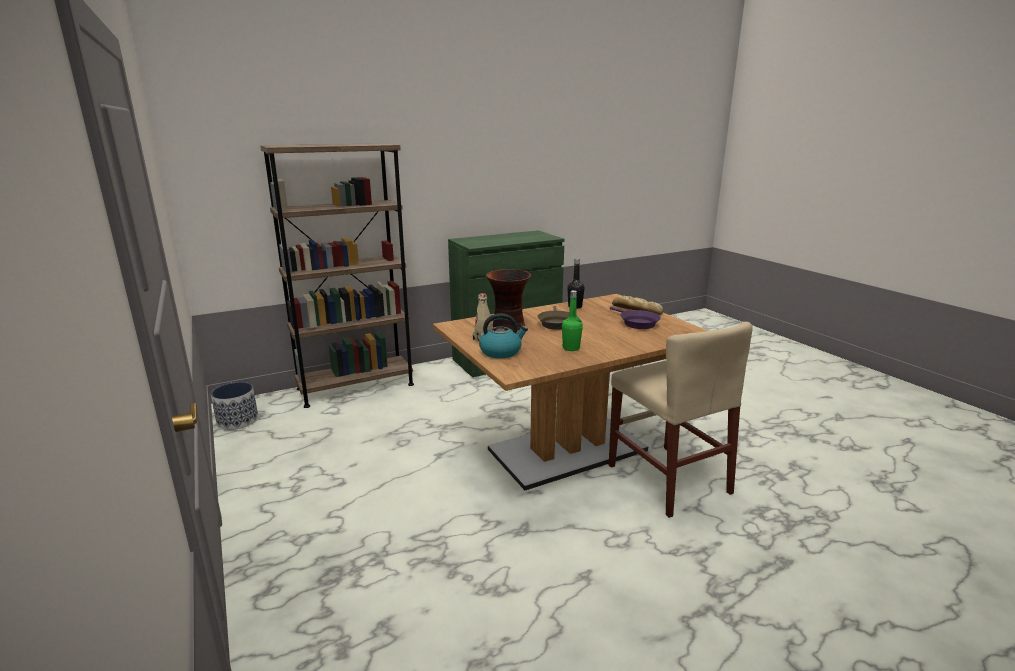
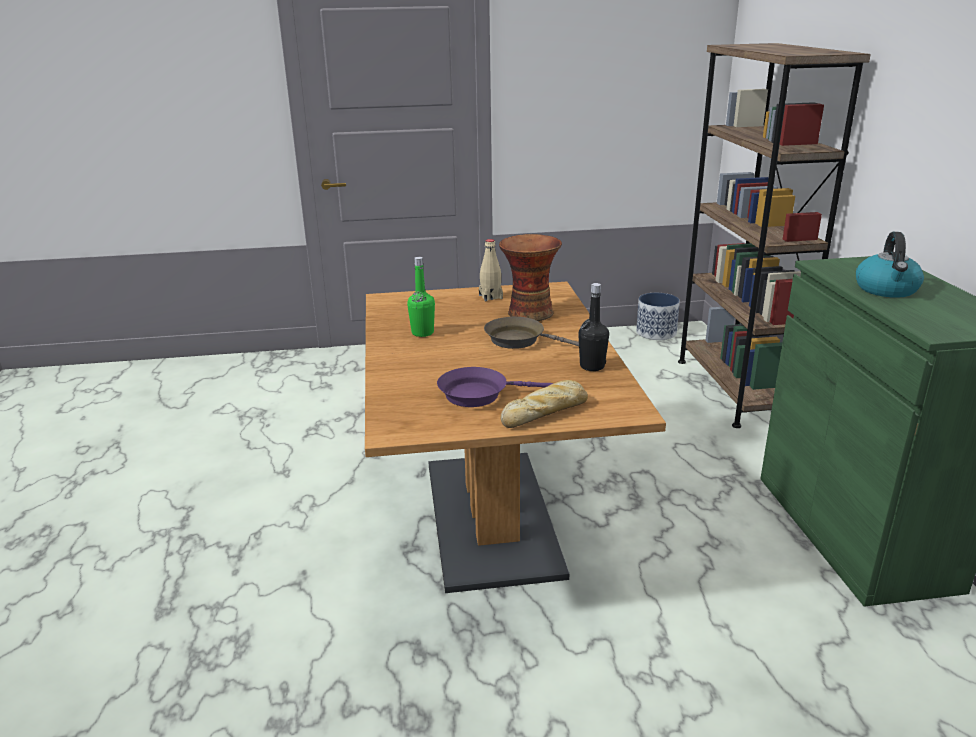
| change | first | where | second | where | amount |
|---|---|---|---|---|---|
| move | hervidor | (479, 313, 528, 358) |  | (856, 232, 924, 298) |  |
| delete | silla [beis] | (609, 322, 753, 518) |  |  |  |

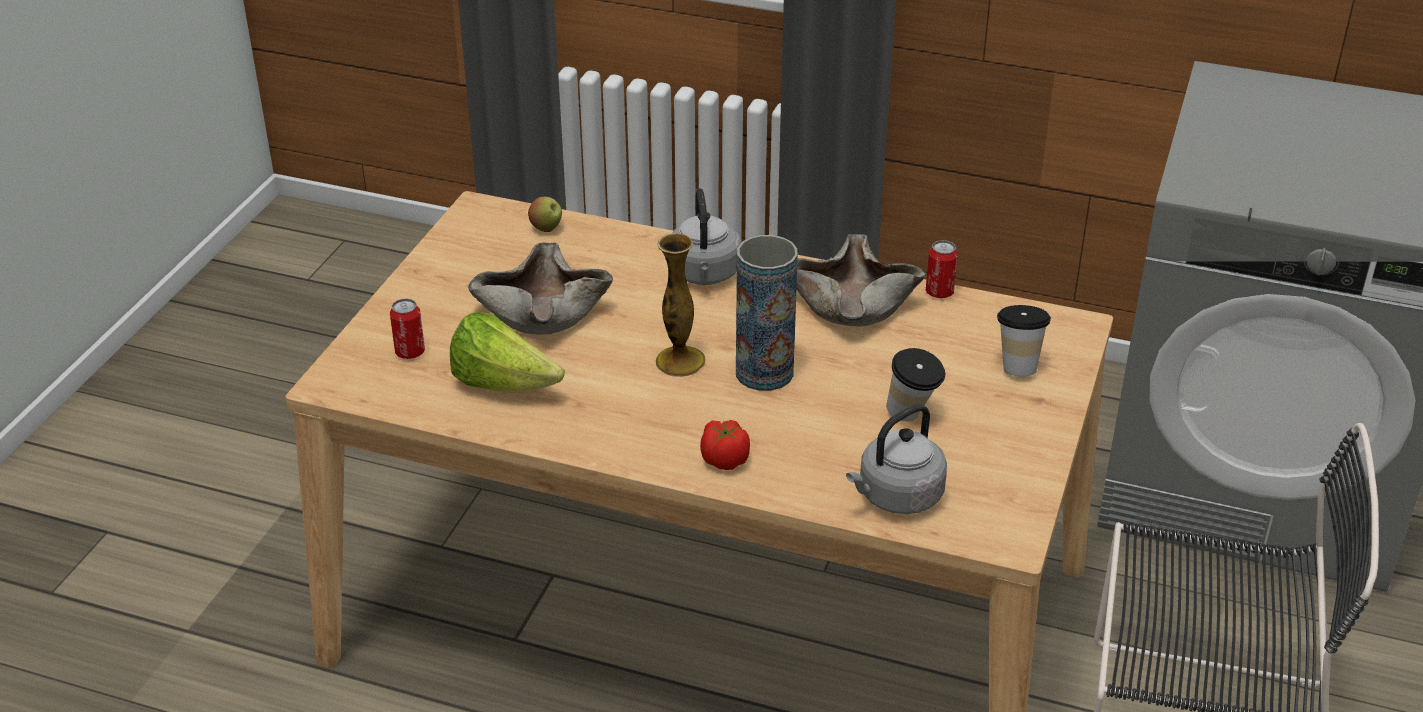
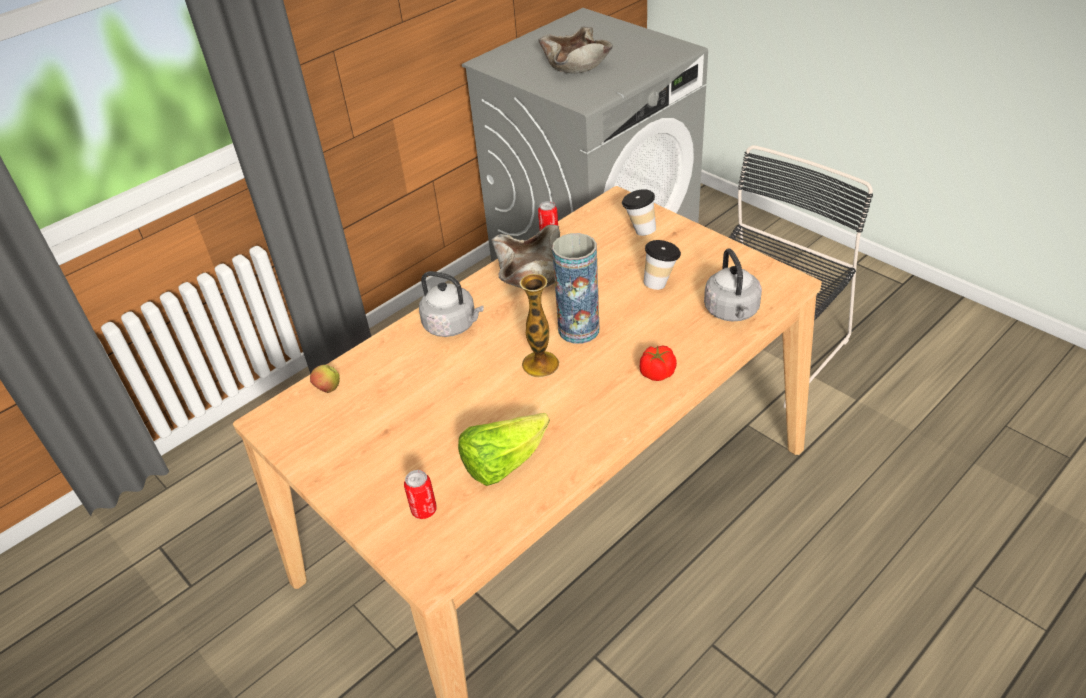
| change | first | where | second | where | amount |
|---|---|---|---|---|---|
| move | cuenco [beis] | (468, 242, 613, 335) |  | (538, 27, 613, 73) |  |

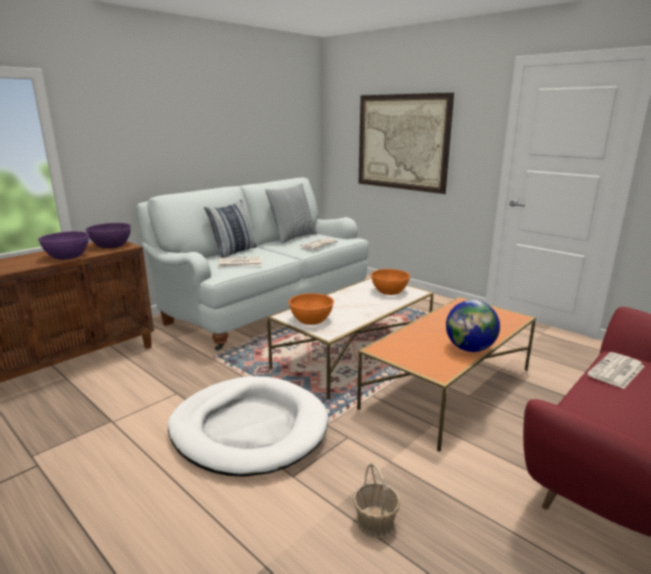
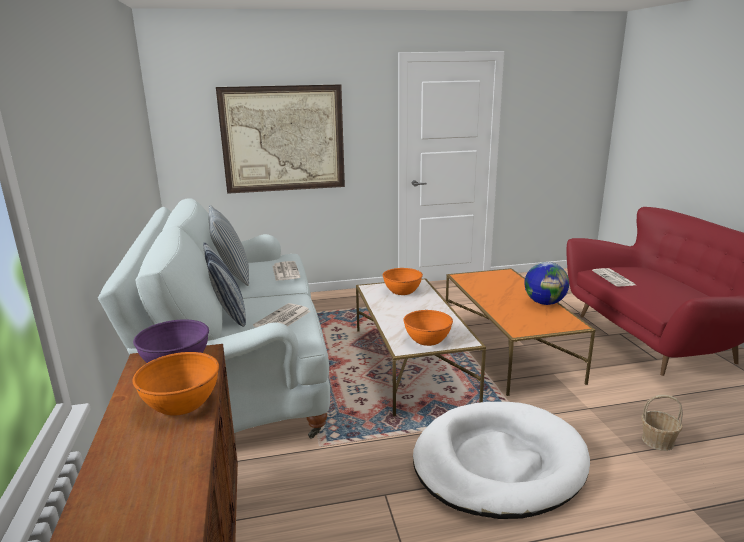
| change | first | where | second | where | amount |
|---|---|---|---|---|---|
| recolor | cuenco [morado] | (38, 231, 89, 260) | cuenco [naranja] | (132, 352, 219, 416) |  |

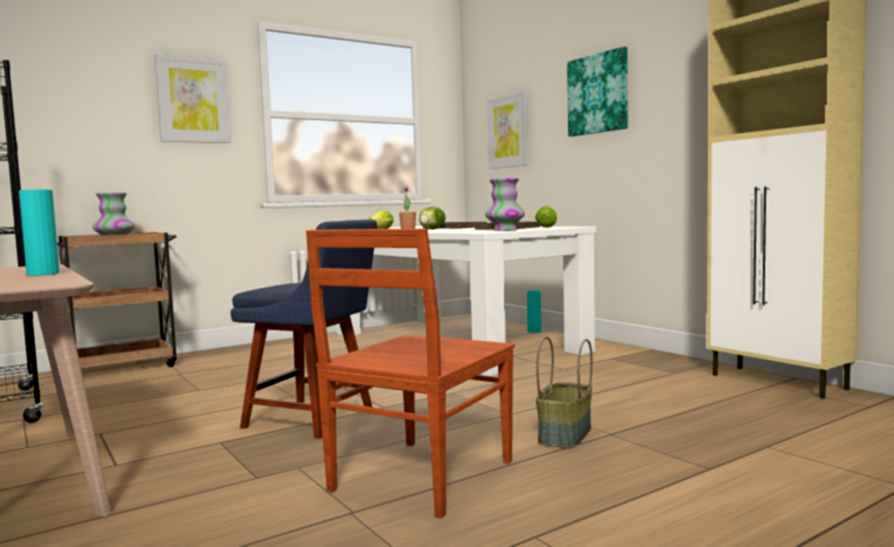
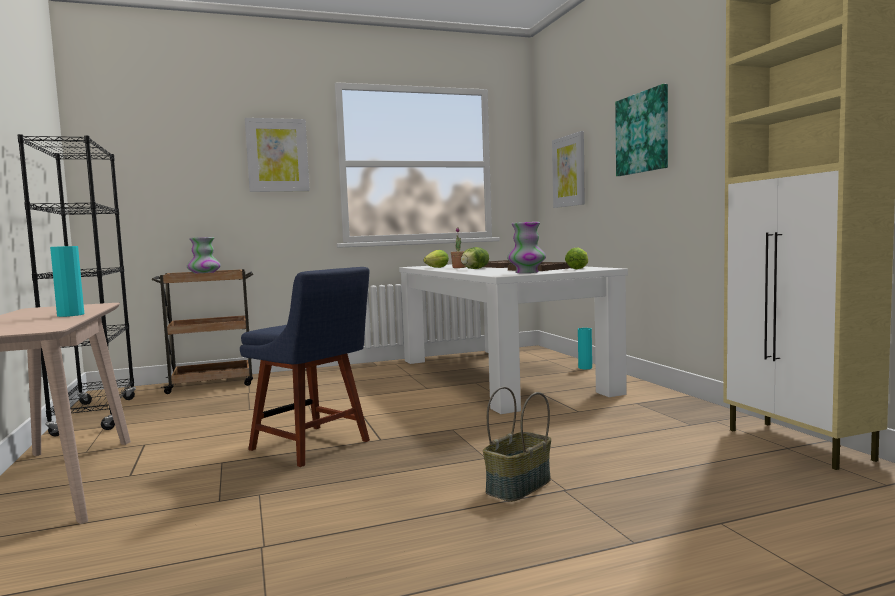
| change | first | where | second | where | amount |
|---|---|---|---|---|---|
| delete | silla [marrón] | (306, 228, 515, 518) |  |  |  |

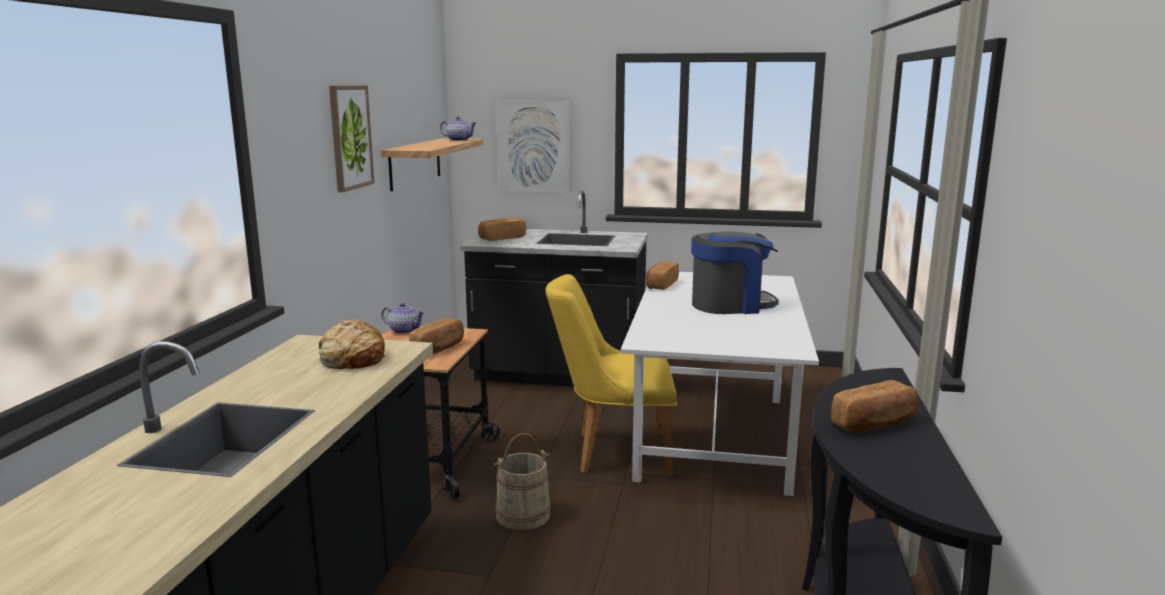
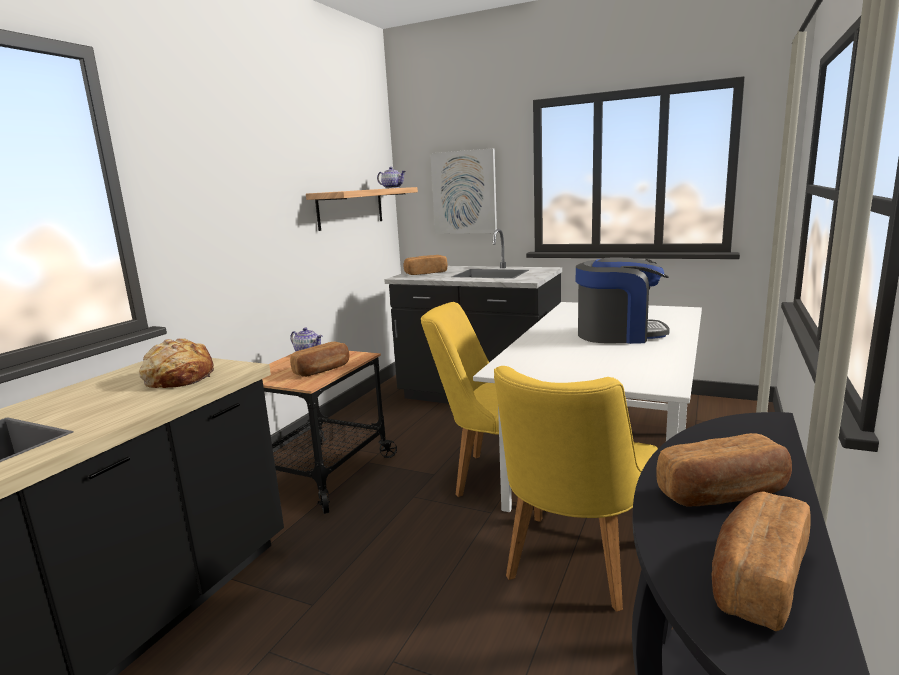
| change | first | where | second | where | amount |
|---|---|---|---|---|---|
| delete | cuadro | (329, 85, 375, 192) |  |  |  |
| delete | cubo [beis] | (494, 433, 551, 530) |  |  |  |
| move | pan | (646, 261, 679, 290) |  | (712, 491, 810, 631) |  |
| insert |  |  | silla [amarillo] | (494, 366, 658, 612) |  |

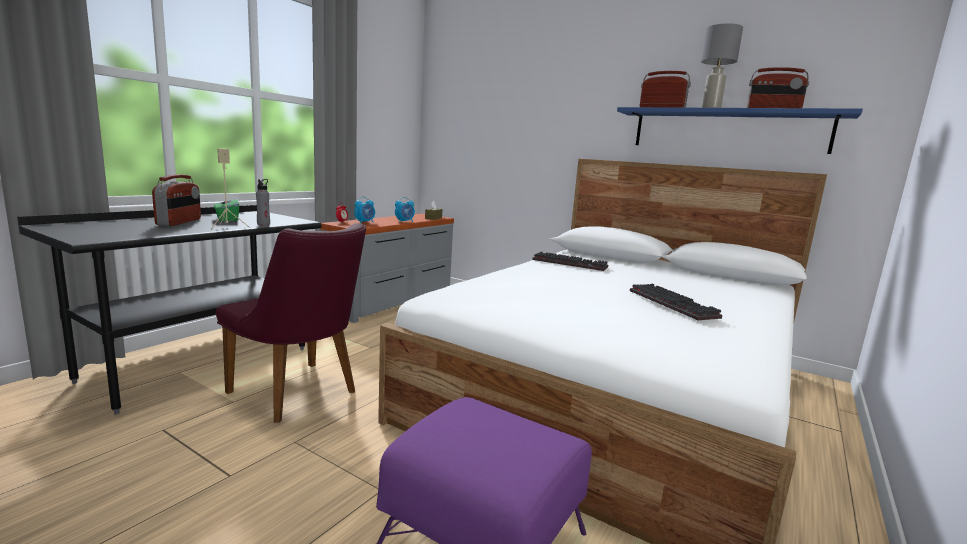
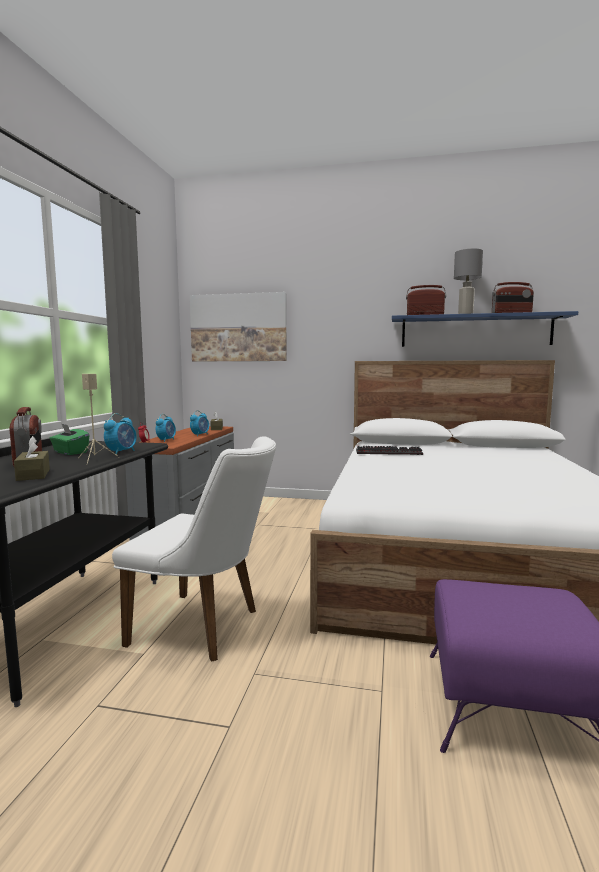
| change | first | where | second | where | amount |
|---|---|---|---|---|---|
| recolor | silla [morado] | (216, 223, 366, 423) | silla [blanco] | (112, 436, 276, 662) |  |
| replace | botella [gris] | (256, 179, 270, 225) | despertador | (104, 413, 137, 455) |  |
| delete | teclado | (630, 284, 722, 320) |  |  |  |
| insert |  |  | caja de pañuelos [marrón] | (14, 436, 50, 481) |  |
| insert |  |  | cuadro | (190, 292, 287, 361) |  |

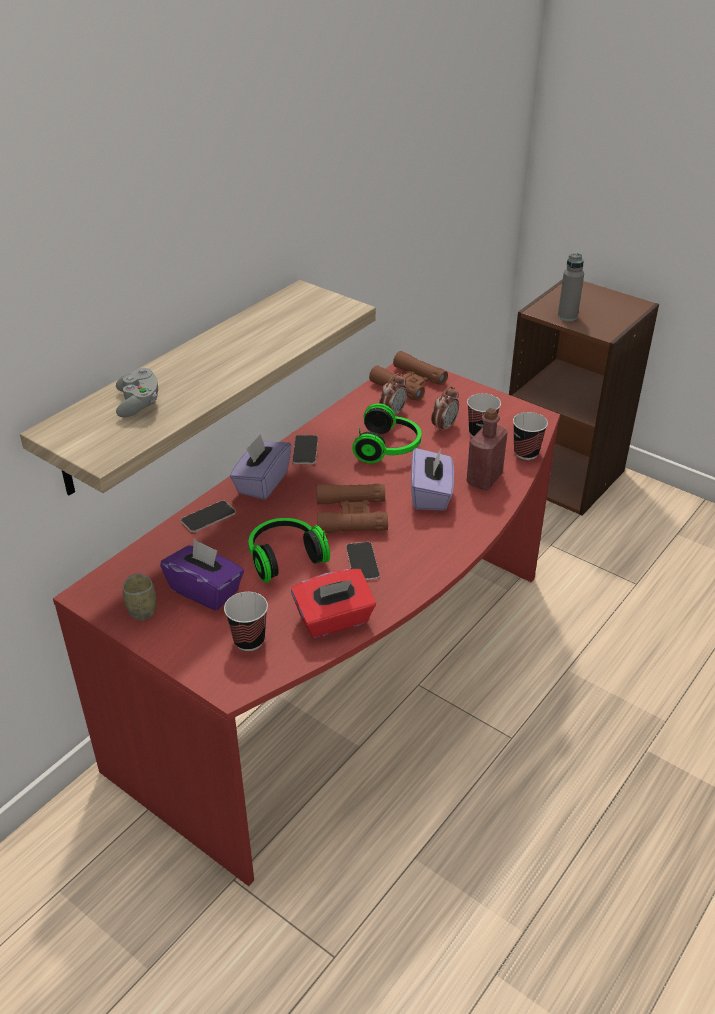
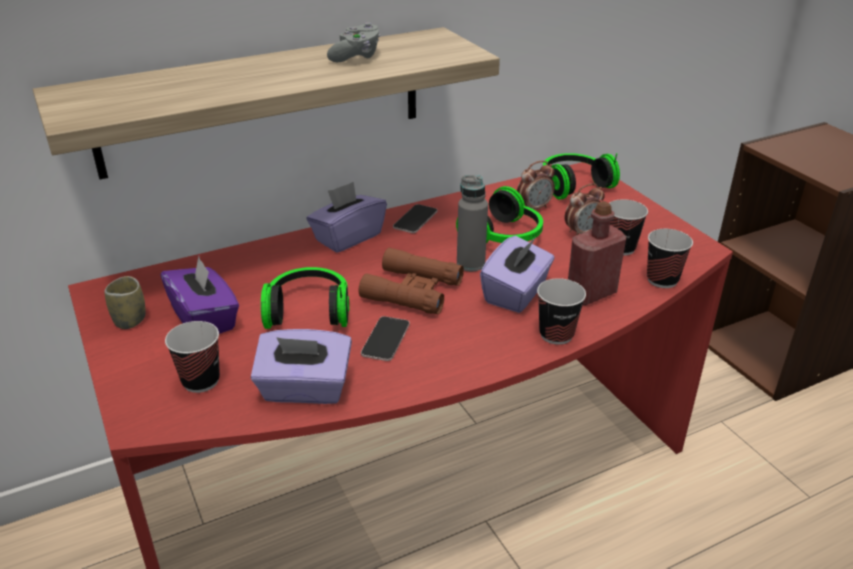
| change | first | where | second | where | amount |
|---|---|---|---|---|---|
| move | mando de consola [gris] | (116, 368, 158, 417) |  | (327, 22, 380, 62) |  |
| delete | móvil | (181, 501, 236, 532) |  |  |  |
| recolor | caja de pañuelos [rojo] | (291, 569, 376, 638) | caja de pañuelos [morado] | (251, 329, 352, 404) |  |
| replace | prismáticos [marrón] | (369, 351, 448, 401) | auriculares | (543, 153, 620, 200) |  |
| move | botella [gris] | (558, 253, 584, 321) |  | (457, 175, 488, 271) |  |
| insert |  |  | taza | (537, 278, 586, 345) |  |

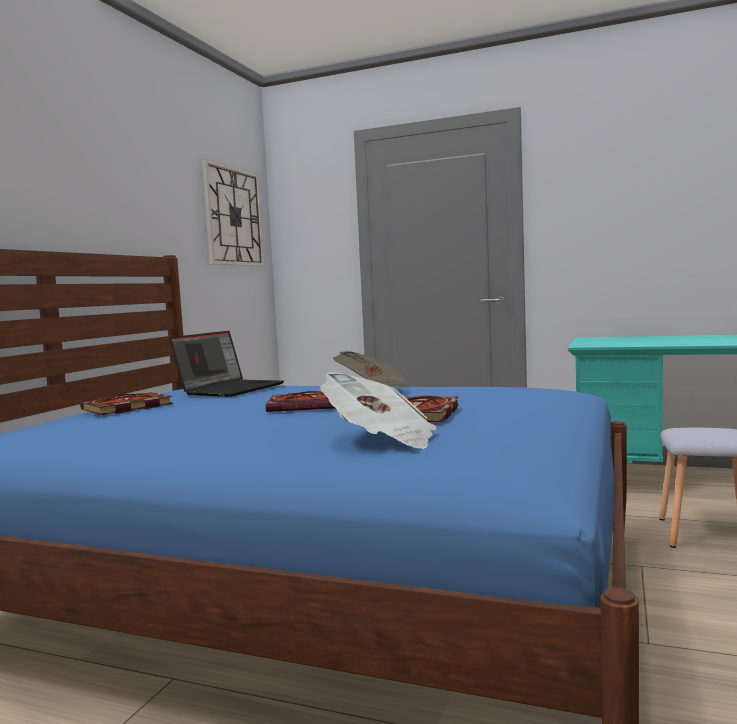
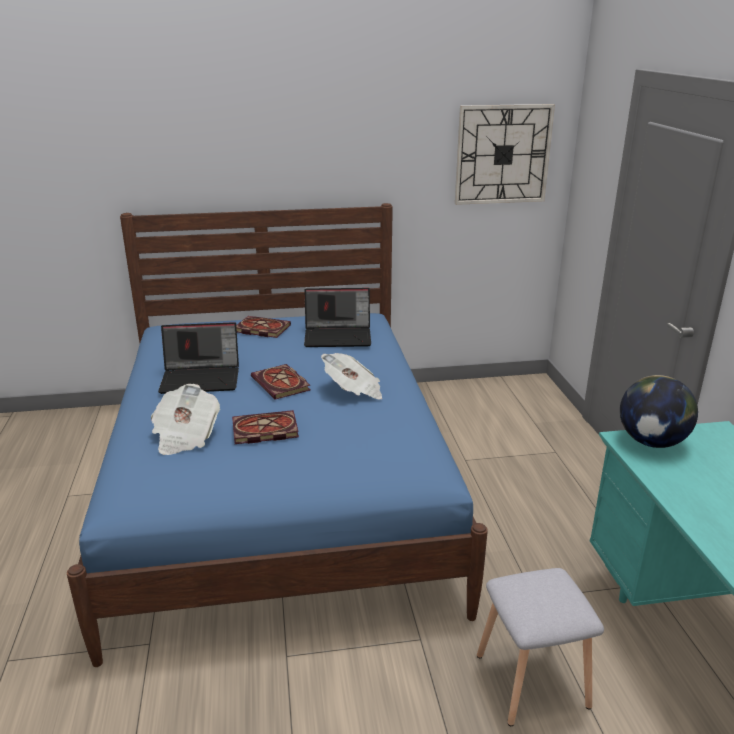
| change | first | where | second | where | amount |
|---|---|---|---|---|---|
| insert |  |  | portátil | (158, 322, 239, 394) |  |
| insert |  |  | globo terráqueo | (620, 375, 698, 448) |  |

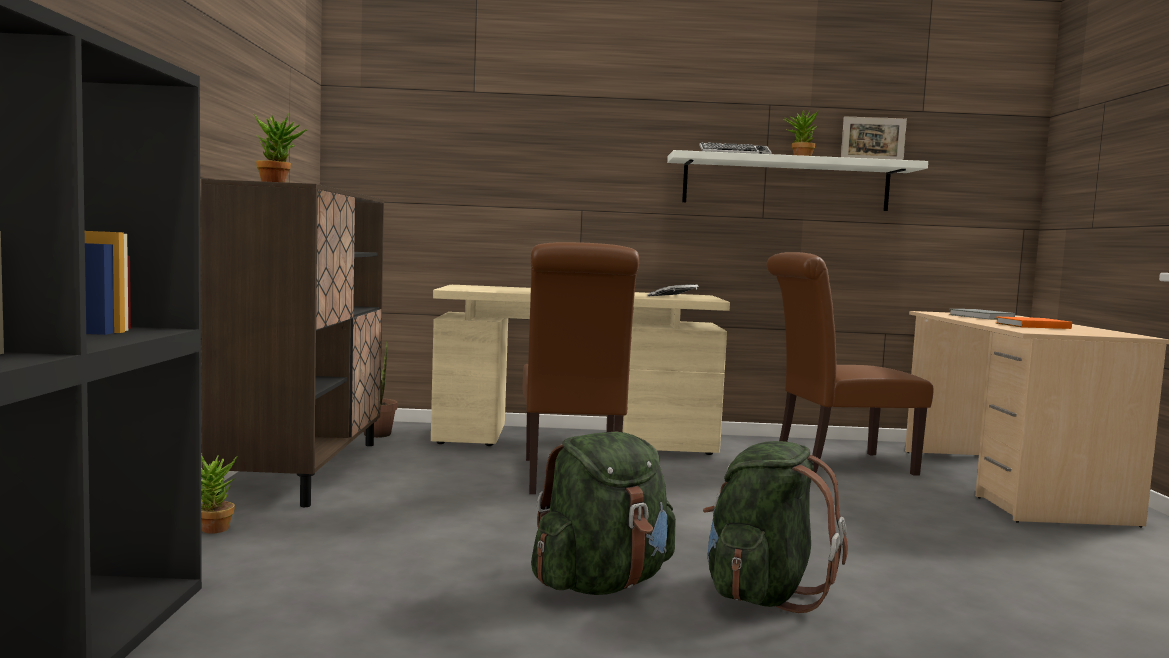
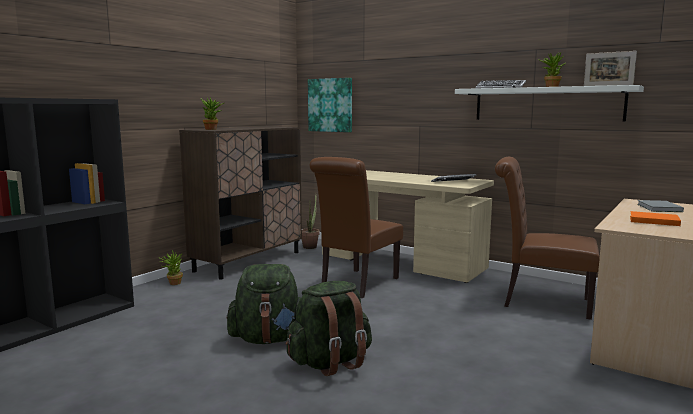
| change | first | where | second | where | amount |
|---|---|---|---|---|---|
| insert |  |  | cuadro | (308, 78, 352, 132) |  |

